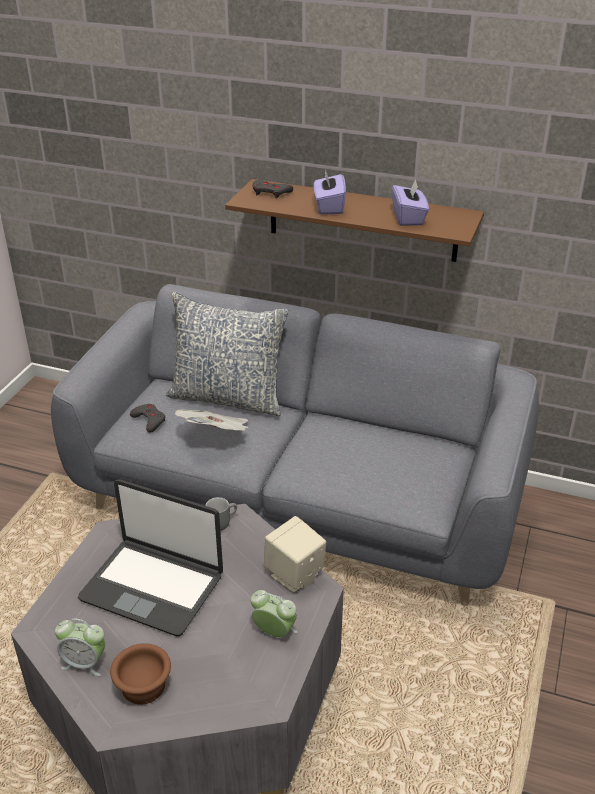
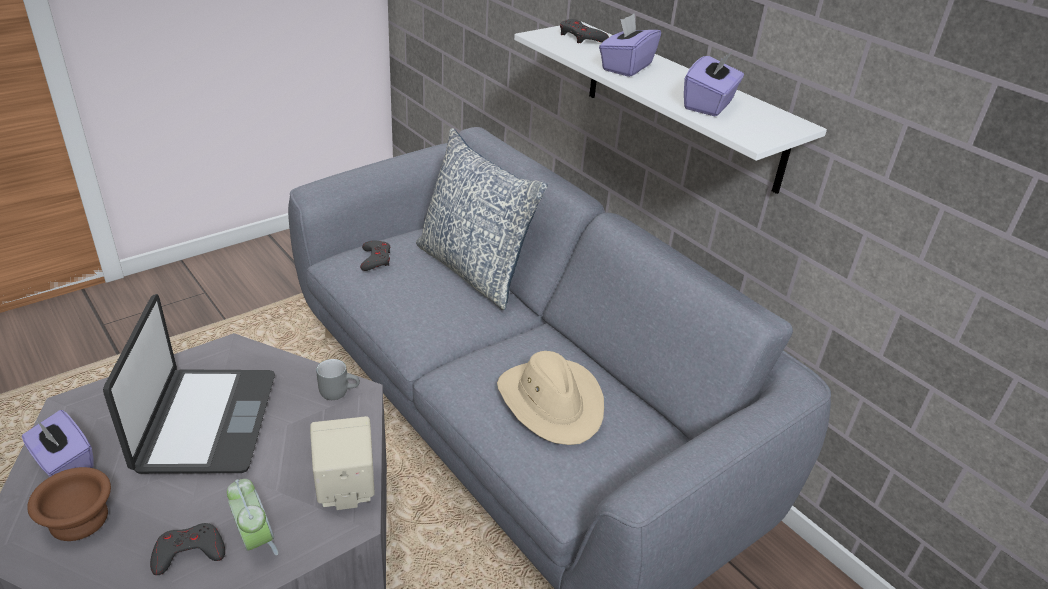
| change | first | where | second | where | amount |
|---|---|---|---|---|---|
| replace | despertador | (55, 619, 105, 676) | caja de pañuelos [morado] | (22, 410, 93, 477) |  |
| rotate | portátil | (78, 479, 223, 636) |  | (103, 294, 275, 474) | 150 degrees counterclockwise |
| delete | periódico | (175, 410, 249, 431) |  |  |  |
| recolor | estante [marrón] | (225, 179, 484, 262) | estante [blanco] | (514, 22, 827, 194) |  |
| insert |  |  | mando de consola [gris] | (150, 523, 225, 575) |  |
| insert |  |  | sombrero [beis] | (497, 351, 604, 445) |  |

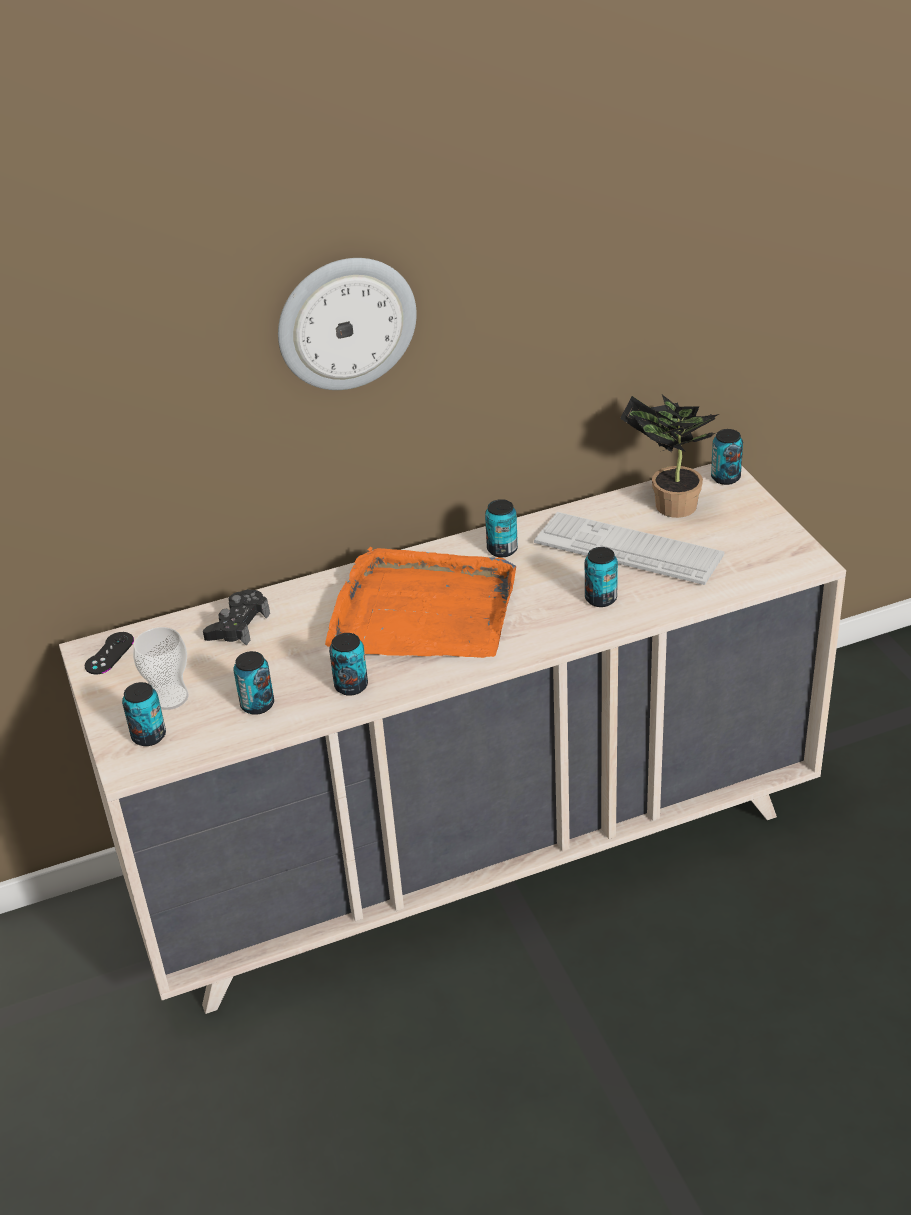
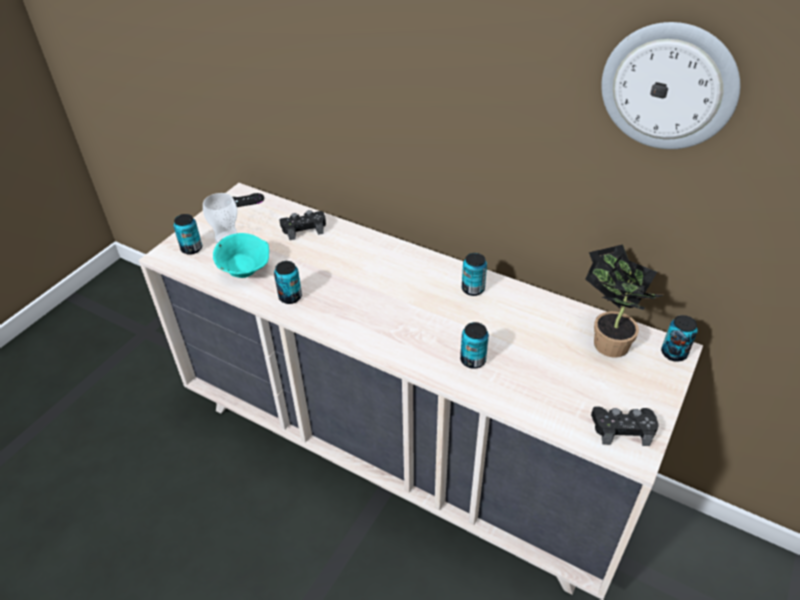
| change | first | where | second | where | amount |
|---|---|---|---|---|---|
| replace | lata | (233, 651, 274, 715) | cuenco [turquesa] | (213, 233, 269, 278) |  |
| move | reloj de pared | (278, 258, 417, 390) |  | (601, 22, 740, 149) |  |
| delete | bandeja [naranja] | (325, 547, 516, 658) |  |  |  |
| delete | teclado | (534, 512, 725, 585) |  |  |  |
| insert |  |  | mando de consola [negro] | (591, 406, 659, 446) |  |

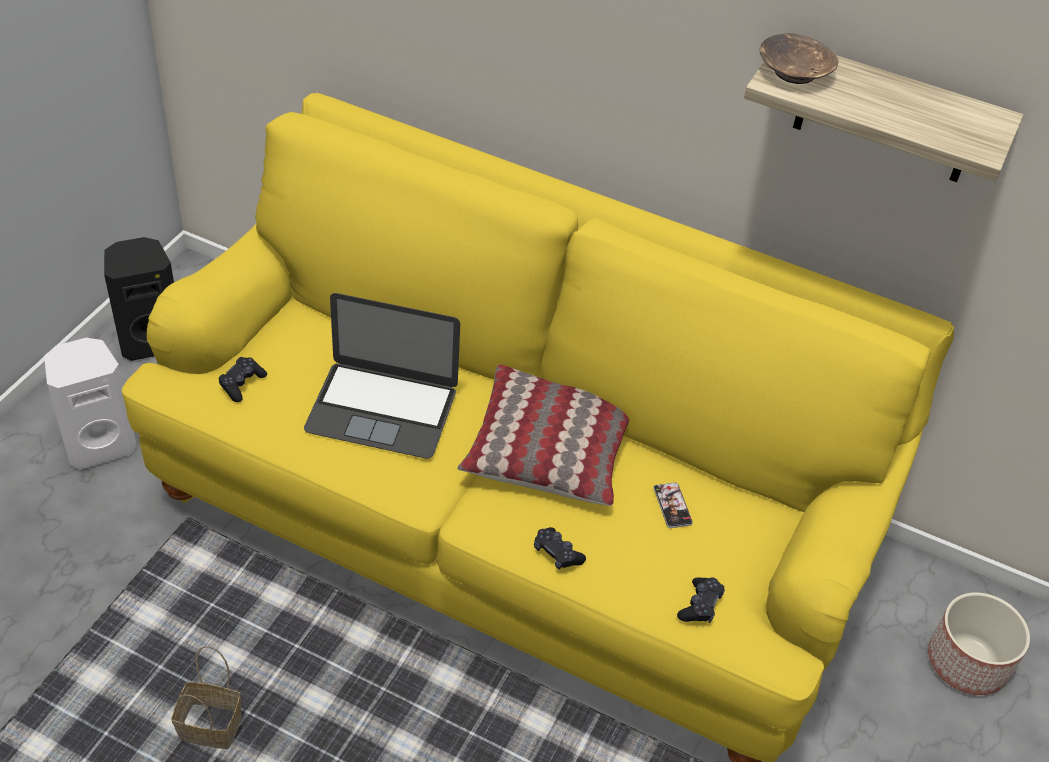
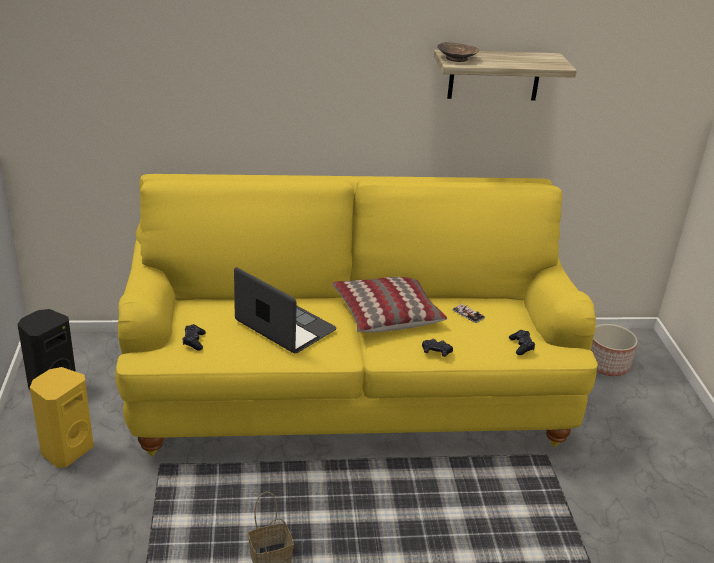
| change | first | where | second | where | amount |
|---|---|---|---|---|---|
| recolor | altavoz [blanco] | (44, 338, 137, 470) | altavoz [amarillo] | (30, 367, 94, 468) |  |
| rotate | portátil | (304, 293, 460, 459) |  | (234, 267, 337, 353) | 120 degrees counterclockwise |

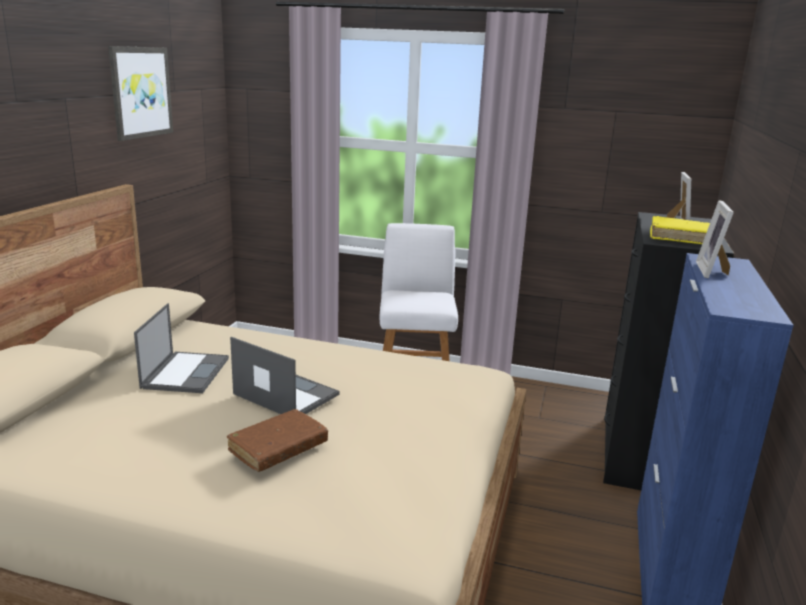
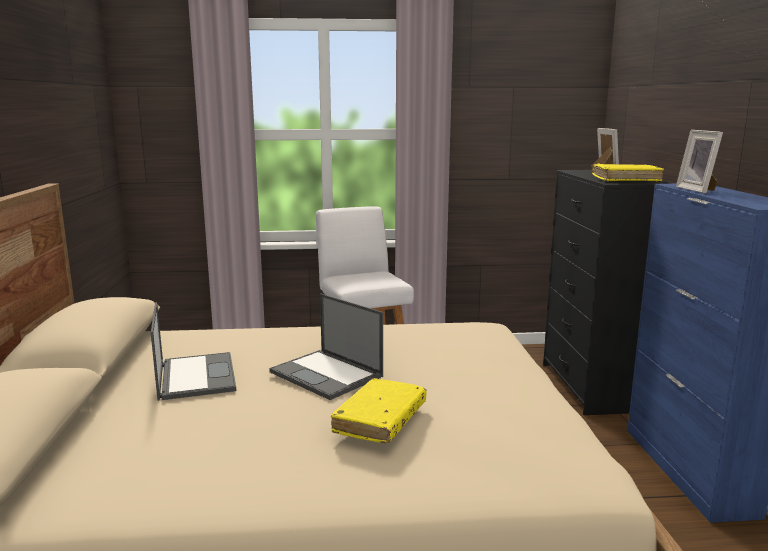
| change | first | where | second | where | amount |
|---|---|---|---|---|---|
| delete | cuadro | (108, 46, 173, 141) |  |  |  |
| recolor | libro [marrón] | (227, 409, 328, 472) | libro [amarillo] | (331, 378, 426, 443) |  |
| rotate | portátil | (230, 337, 340, 414) |  | (269, 294, 383, 400) | 150 degrees counterclockwise |

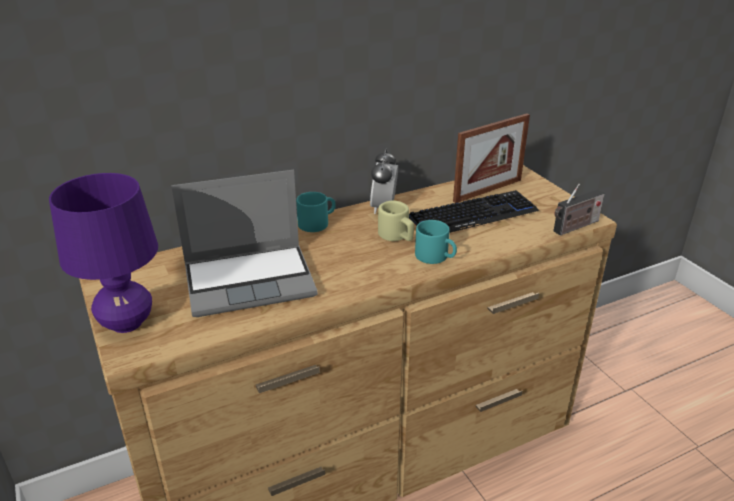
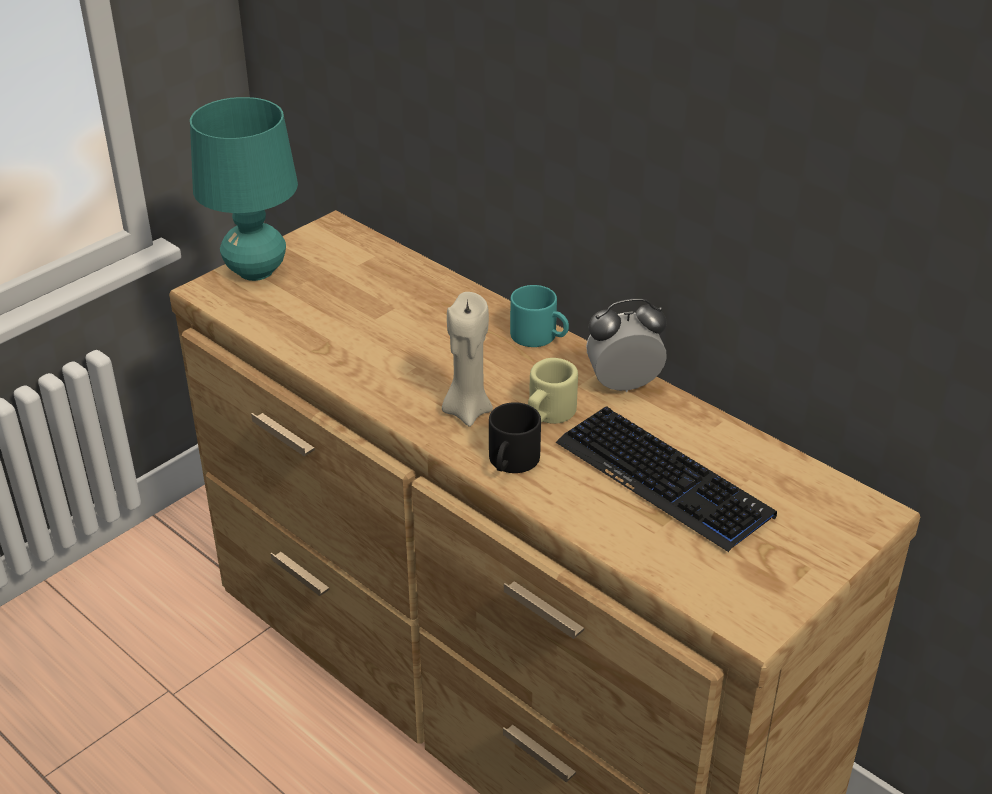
| change | first | where | second | where | amount |
|---|---|---|---|---|---|
| recolor | lámpara de mesa [morado] | (49, 173, 158, 333) | lámpara de mesa [turquesa] | (190, 97, 298, 281) |  |
| delete | portátil | (171, 170, 318, 317) |  |  |  |
| recolor | taza grande [turquesa] | (415, 220, 457, 264) | taza grande [negro] | (489, 402, 541, 473) |  |
| delete | portarretratos | (453, 113, 530, 203) |  |  |  |
| delete | radio | (554, 184, 605, 236) |  |  |  |
| insert |  |  | vela [beis] | (442, 292, 493, 427) |  |

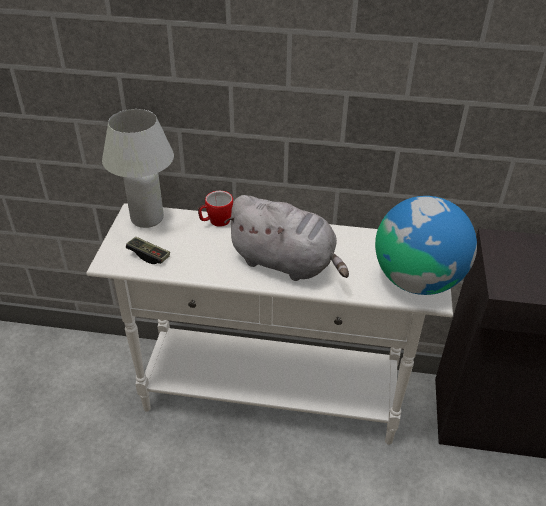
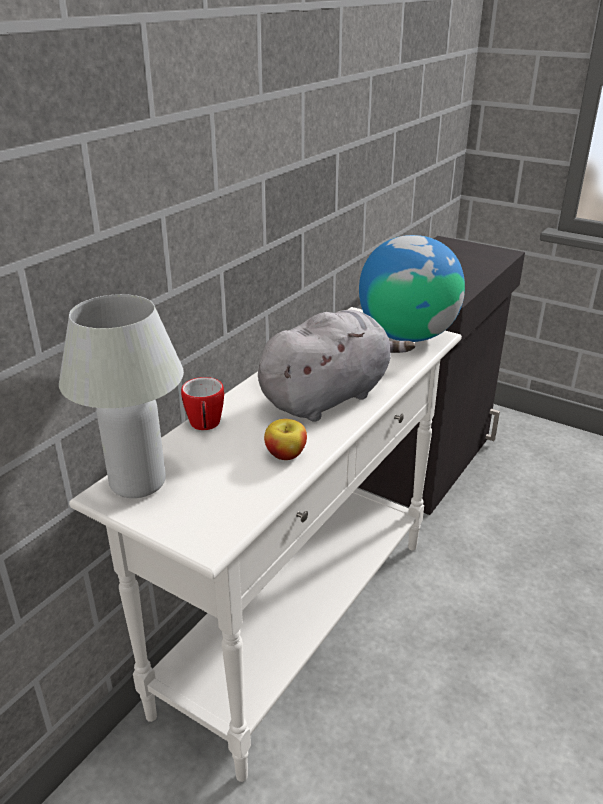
| change | first | where | second | where | amount |
|---|---|---|---|---|---|
| delete | mando de consola | (126, 237, 170, 264) |  |  |  |
| insert |  |  | manzana | (264, 419, 307, 460) |  |

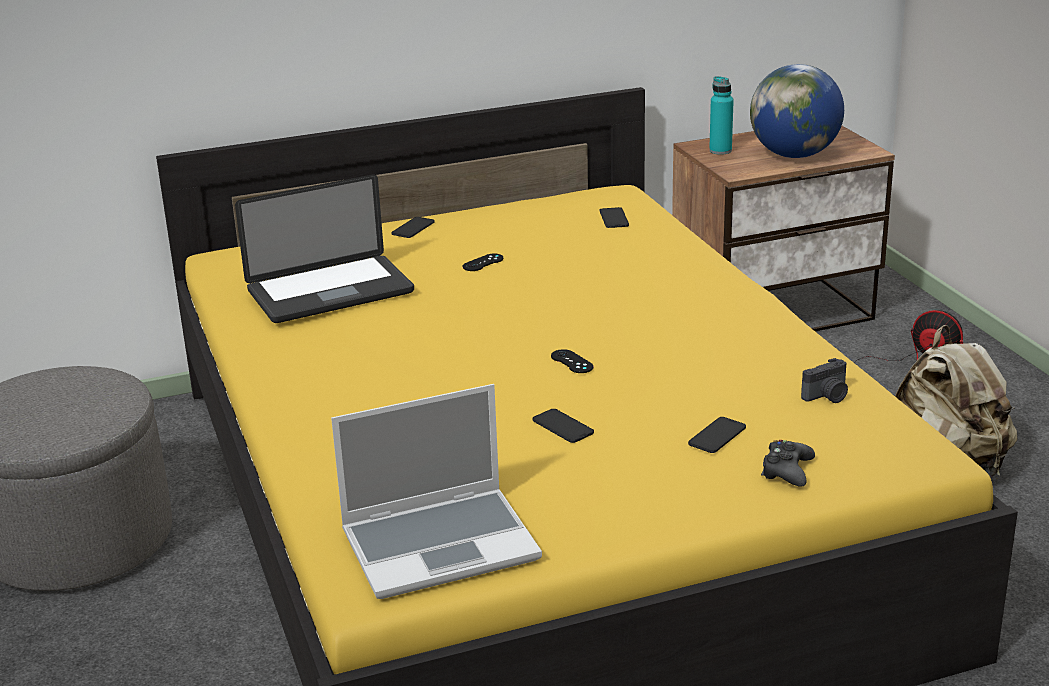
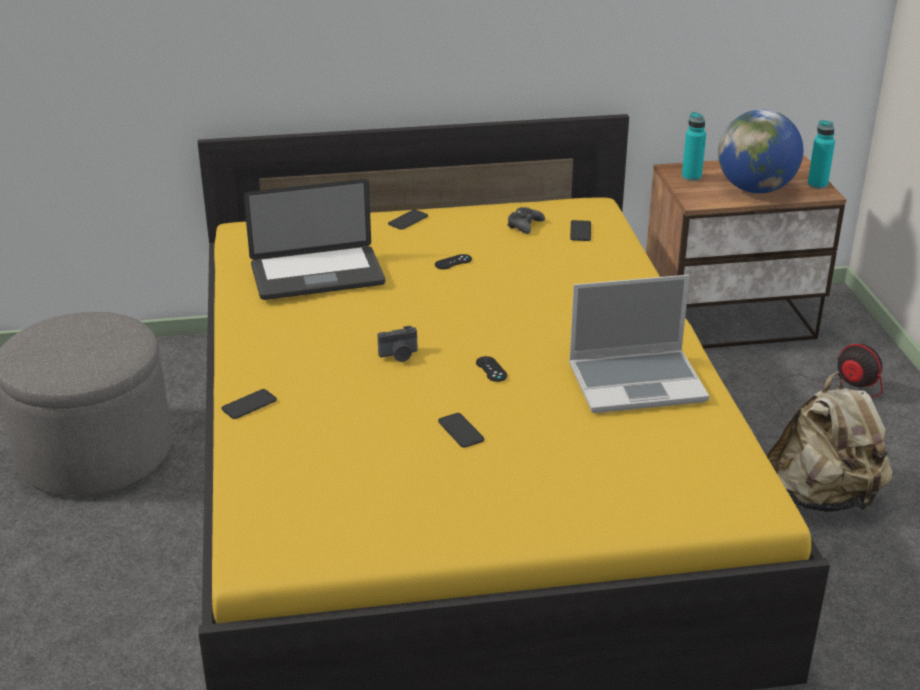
| change | first | where | second | where | amount |
|---|---|---|---|---|---|
| move | portátil | (331, 384, 542, 599) |  | (569, 275, 709, 413) |  |
| move | móvil | (688, 417, 746, 453) |  | (221, 389, 277, 419) |  |
| move | mando de consola [negro] | (761, 440, 815, 487) |  | (507, 207, 545, 234) |  |
| move | cámara | (801, 358, 848, 403) |  | (378, 326, 417, 362) |  |
| insert |  |  | botella [turquesa] | (807, 120, 835, 189) |  |

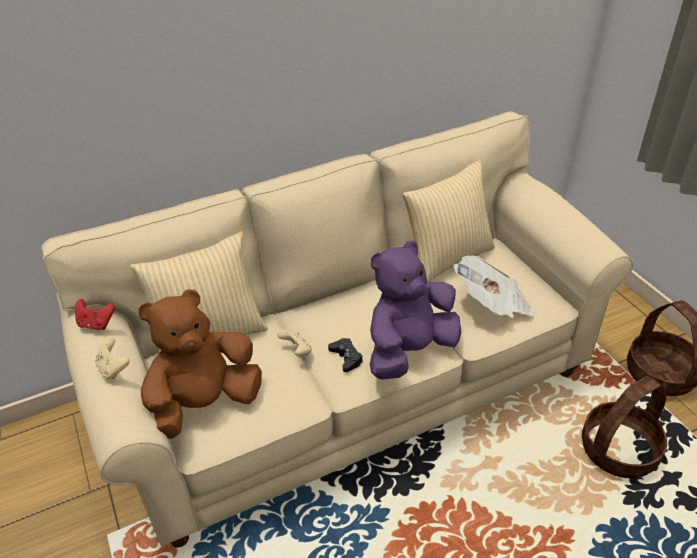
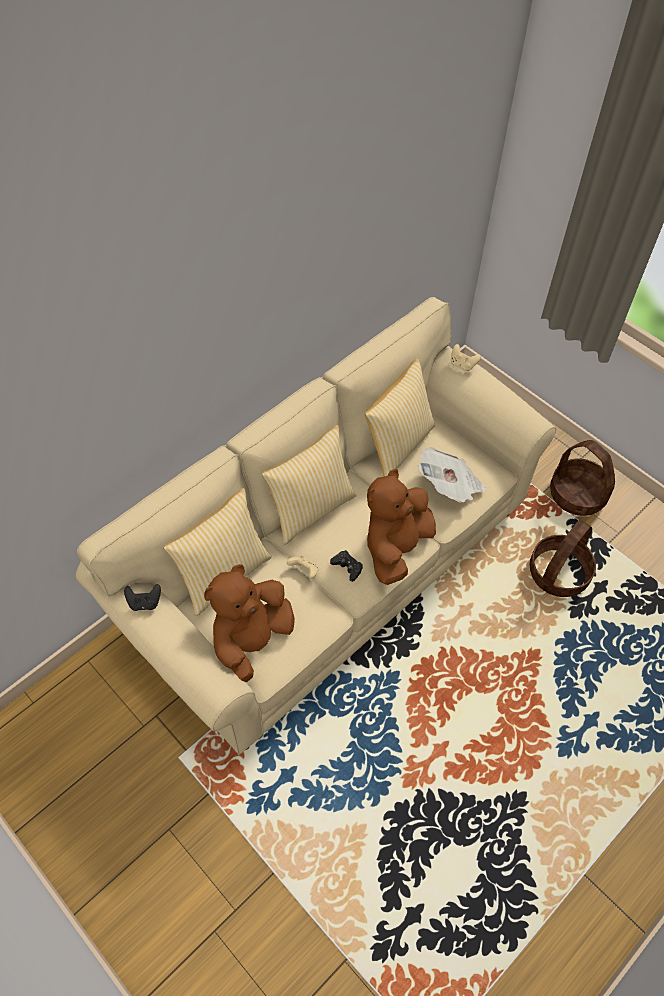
| change | first | where | second | where | amount |
|---|---|---|---|---|---|
| recolor | mando de consola [rojo] | (75, 299, 115, 330) | mando de consola [negro] | (124, 584, 161, 611) |  |
| move | mando de consola [beis] | (95, 337, 130, 379) |  | (451, 344, 481, 371) |  |
| recolor | peluche [morado] | (370, 241, 461, 380) | peluche [marrón] | (367, 469, 436, 585) |  |
| insert |  |  | cojín | (261, 425, 357, 545) |  |

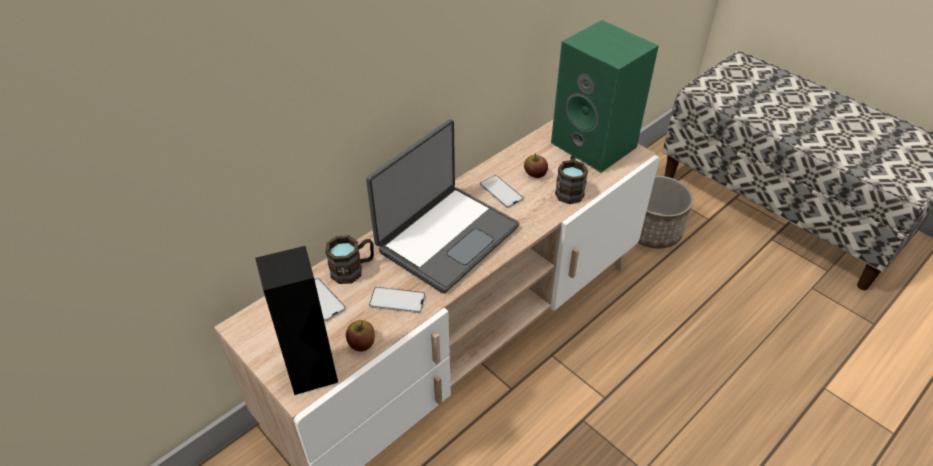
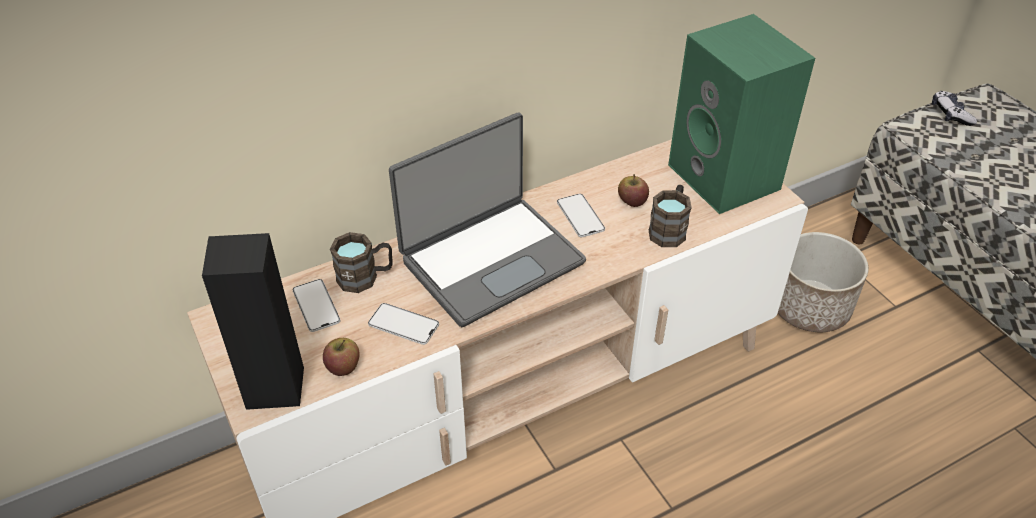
| change | first | where | second | where | amount |
|---|---|---|---|---|---|
| insert |  |  | mando de consola | (932, 91, 977, 126) |  |

